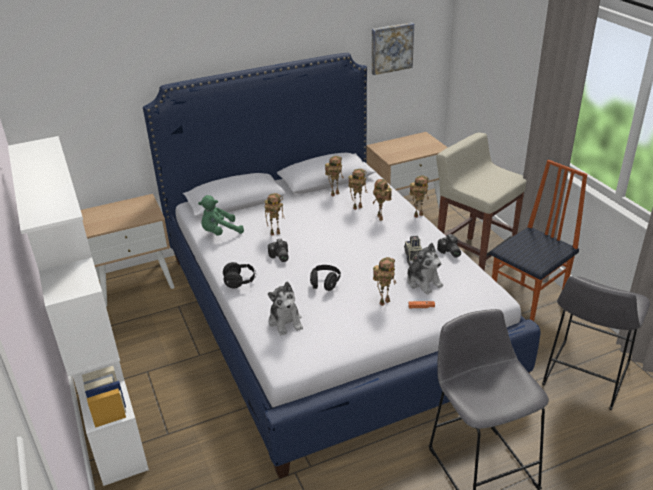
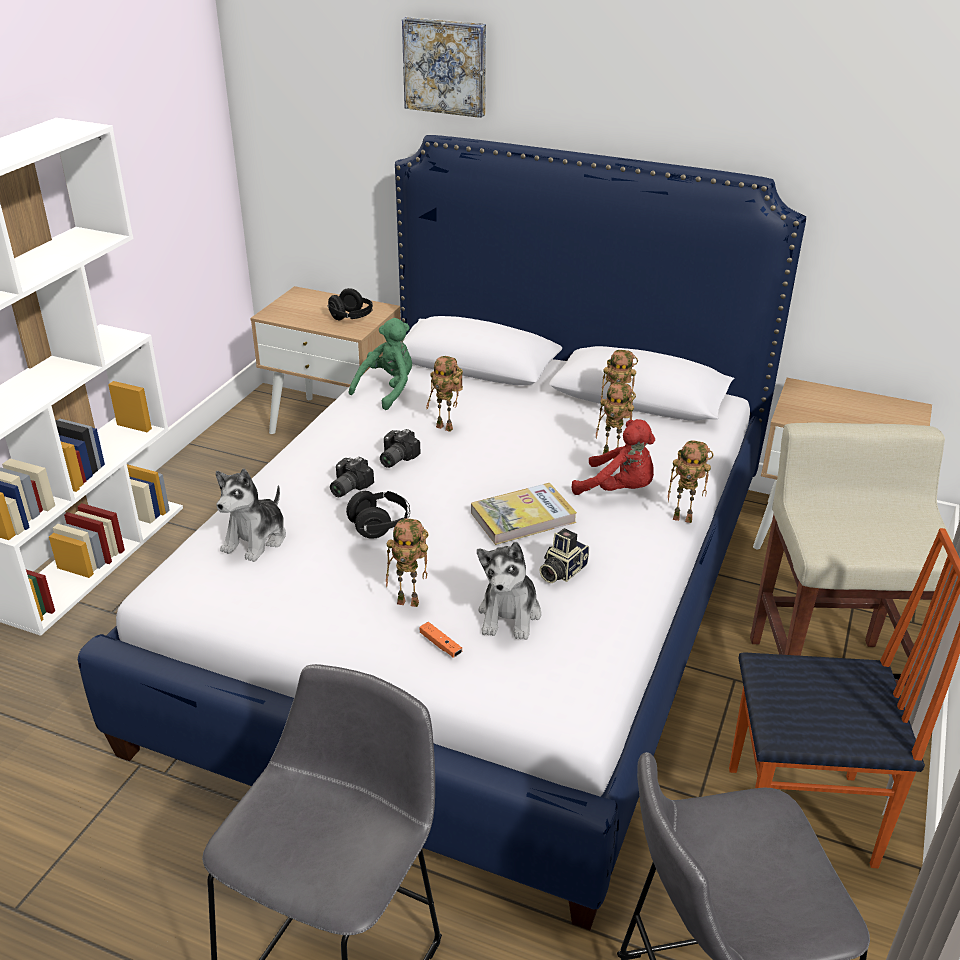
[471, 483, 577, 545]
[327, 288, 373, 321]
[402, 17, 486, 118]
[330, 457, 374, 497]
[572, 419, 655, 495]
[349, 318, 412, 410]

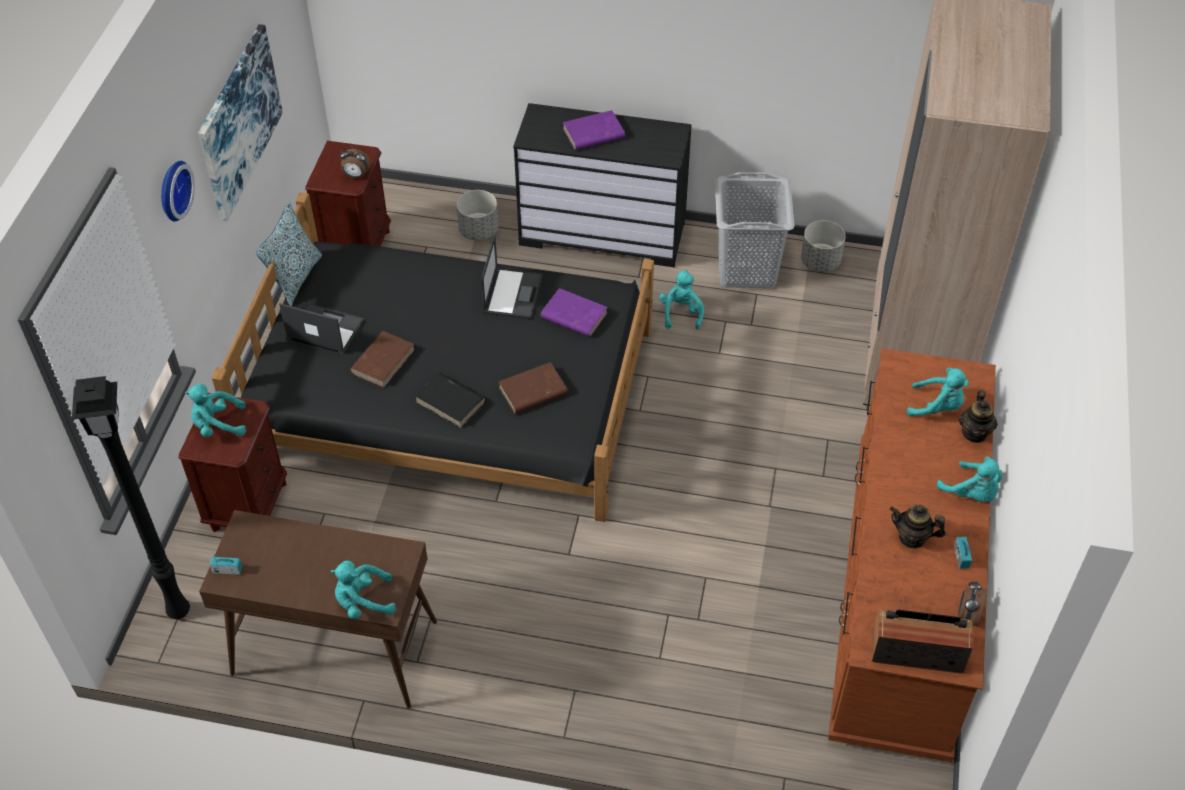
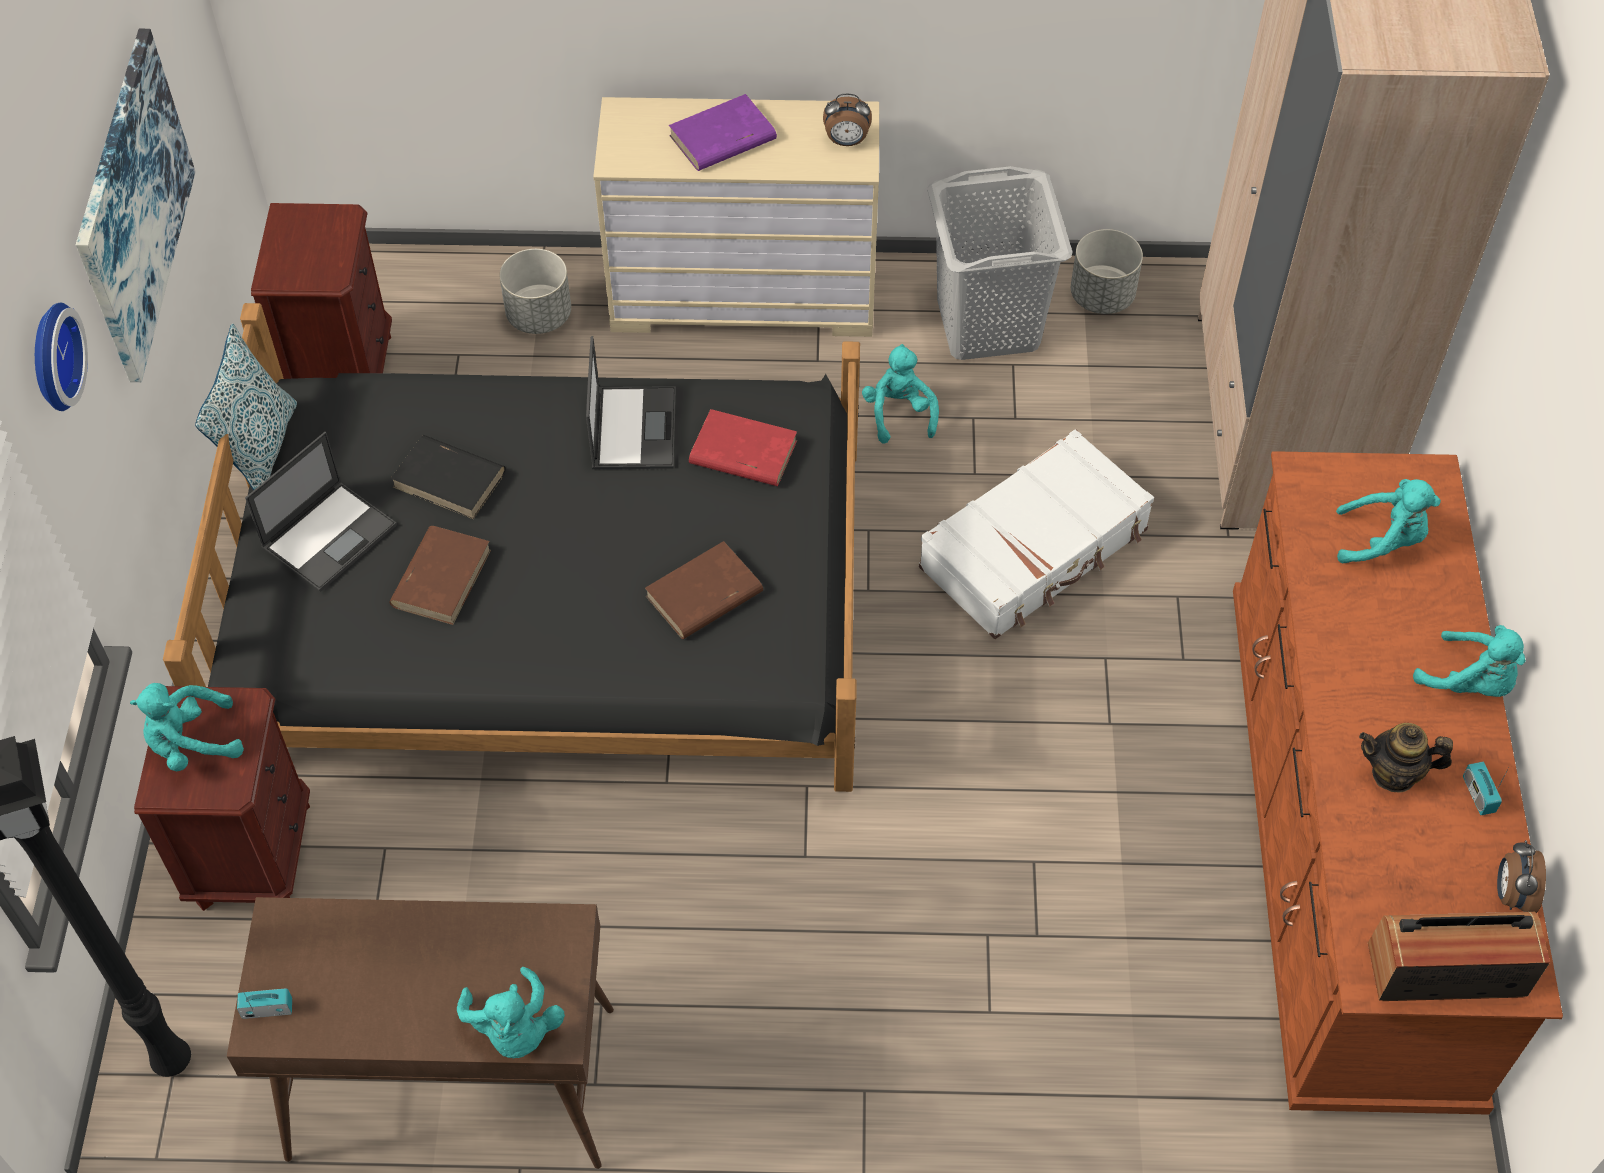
[959, 390, 998, 443] (first image)
[919, 429, 1154, 639]
[823, 94, 872, 146]
[390, 435, 506, 520]
[593, 97, 879, 337]
[689, 409, 797, 486]
[245, 432, 397, 592]
[457, 967, 565, 1058]

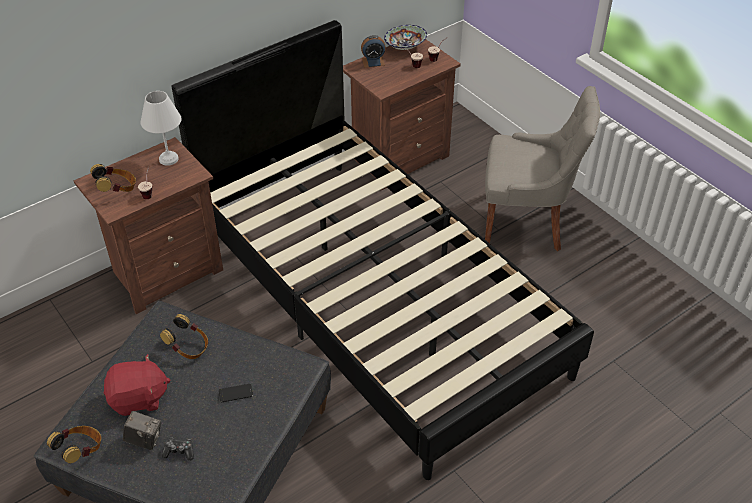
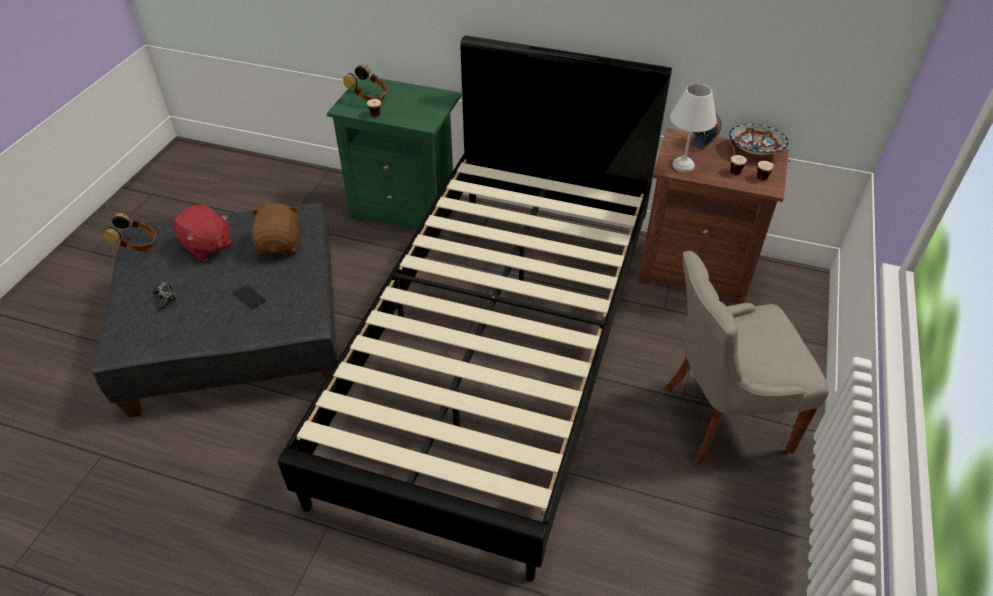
[123, 411, 161, 450] (first image)
[670, 84, 717, 172]
[250, 204, 299, 255]
[327, 76, 462, 238]
[664, 251, 829, 465]

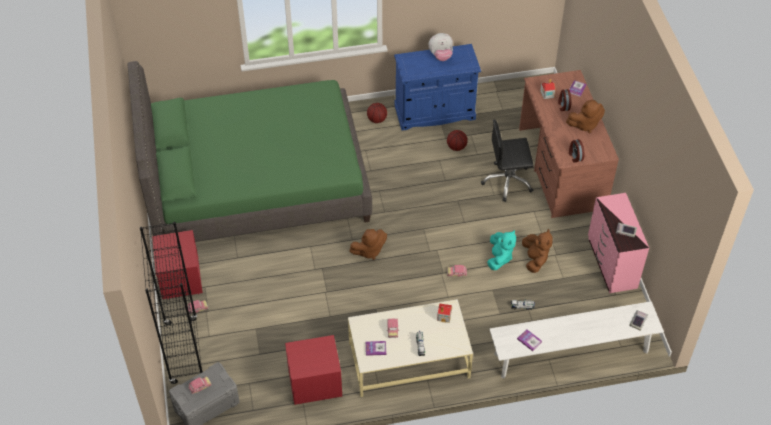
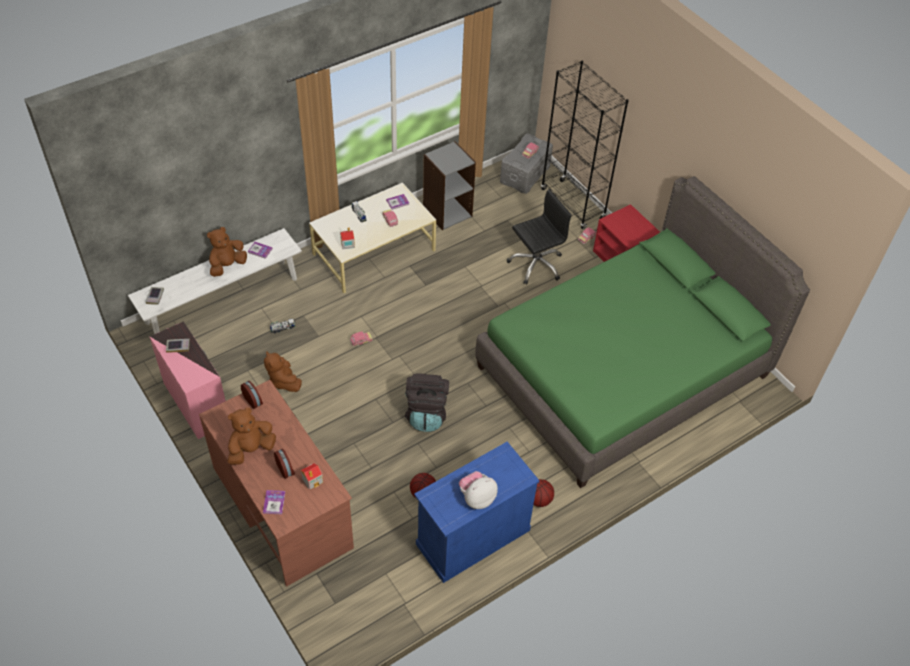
[487, 230, 516, 270] (first image)
[405, 373, 449, 432]
[207, 227, 247, 277]
[507, 189, 572, 285]
[423, 141, 476, 230]

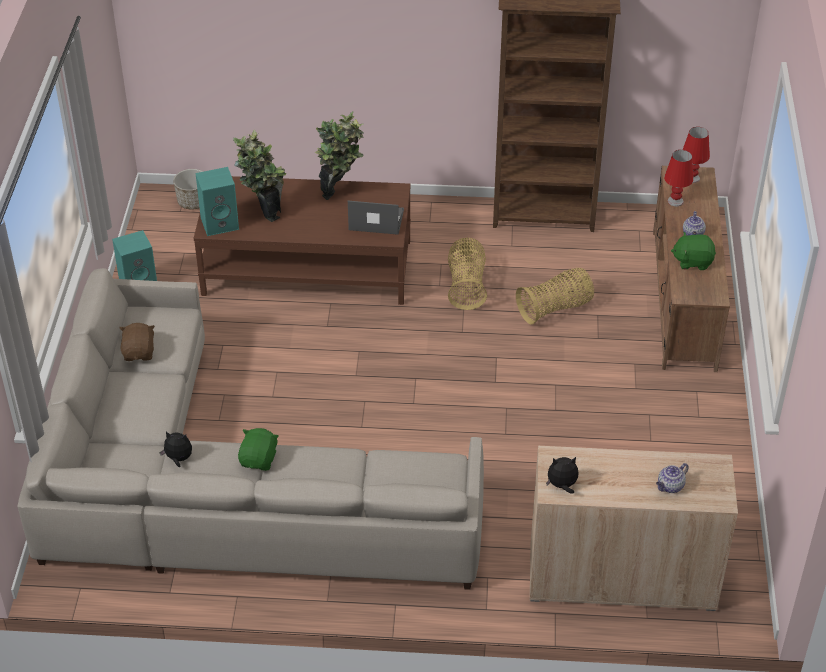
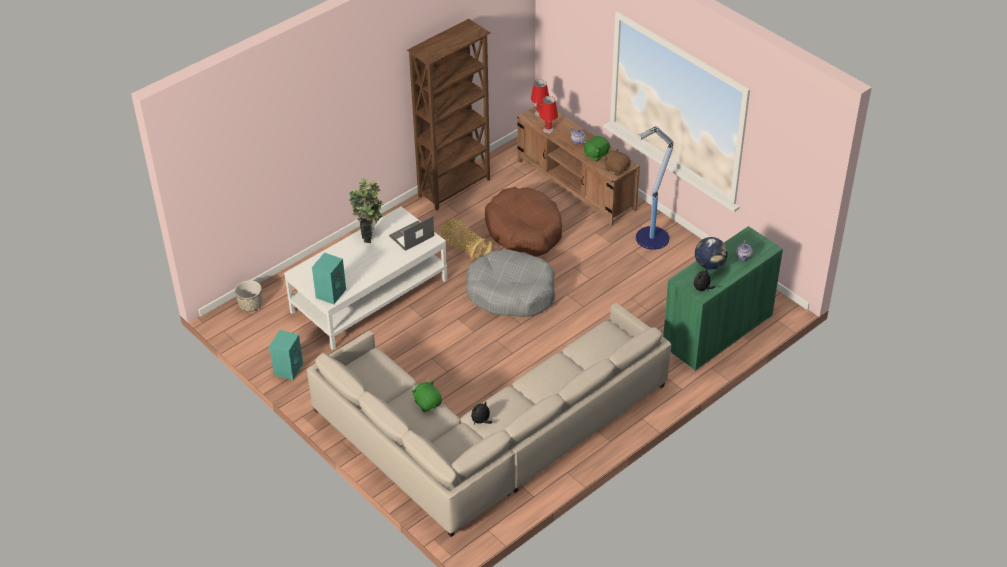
[233, 130, 286, 222] (first image)
[466, 249, 555, 317]
[636, 126, 673, 250]
[695, 237, 728, 270]
[604, 149, 631, 176]
[412, 381, 442, 412]
[485, 187, 562, 257]
[284, 207, 447, 350]
[663, 226, 783, 371]

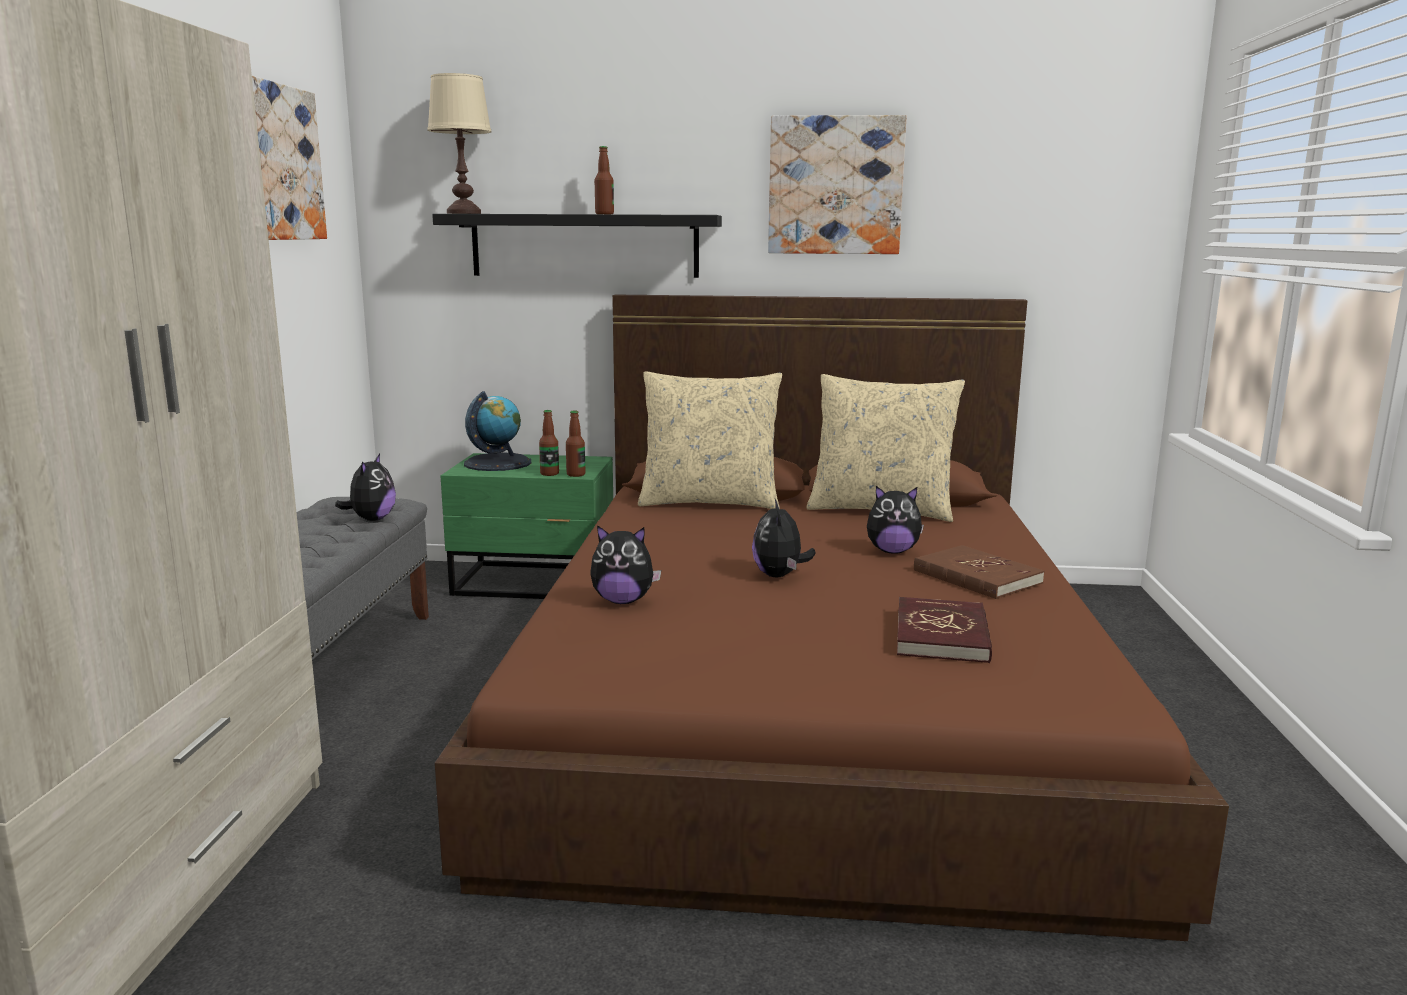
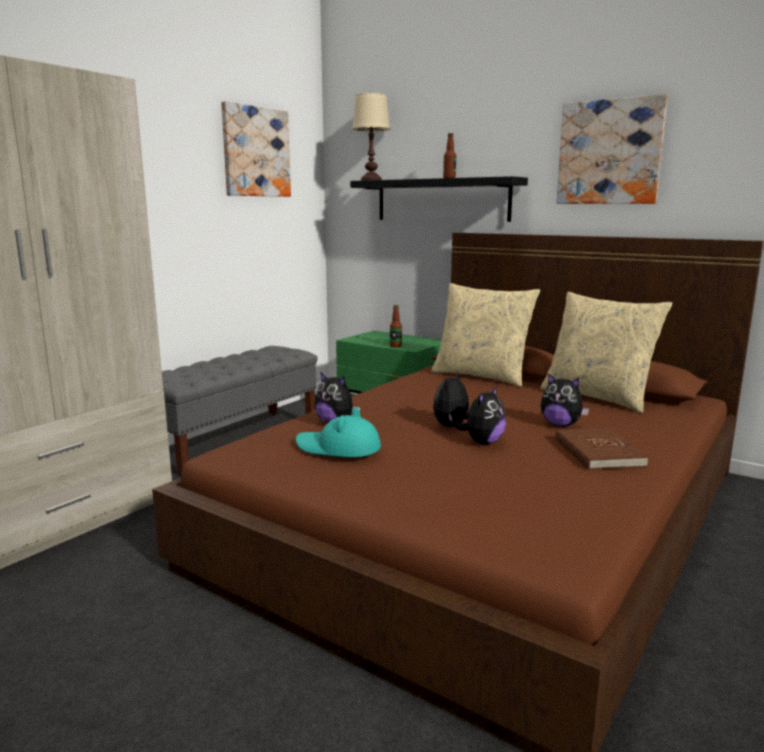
[464, 391, 532, 471] (first image)
[566, 411, 586, 477] (first image)
[897, 597, 992, 663] (first image)
[296, 407, 381, 457]
[454, 386, 506, 445]

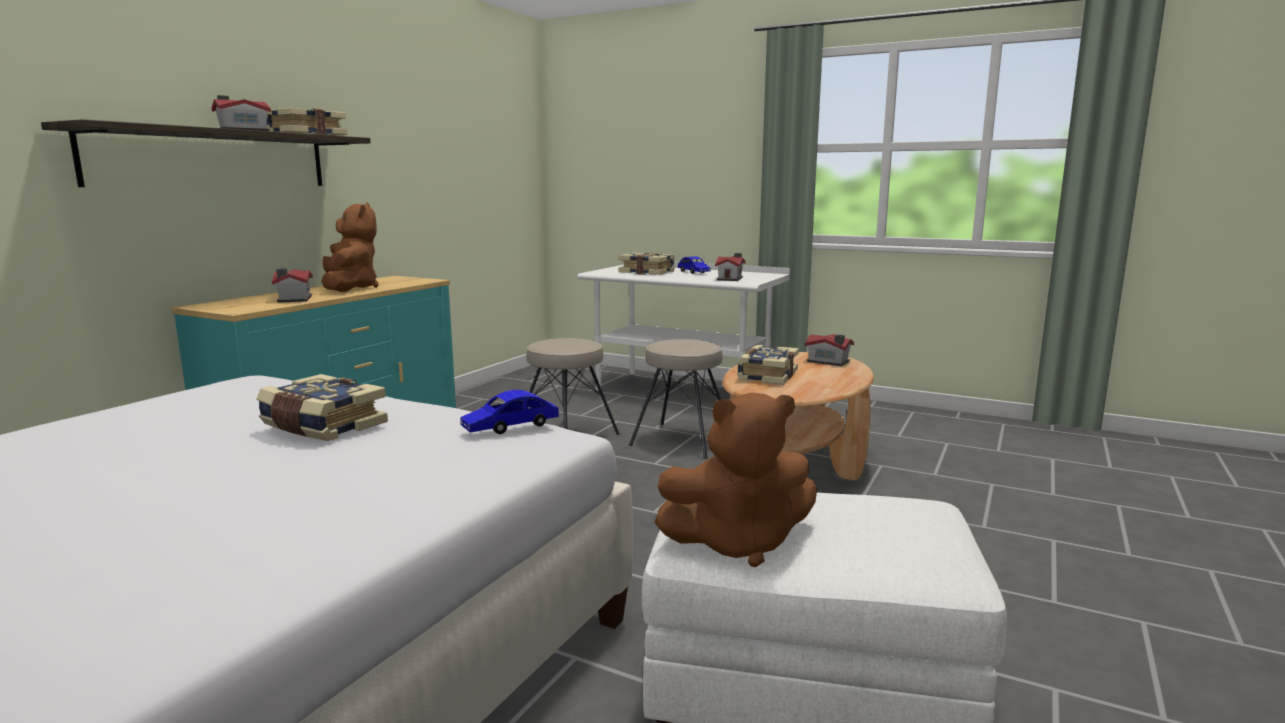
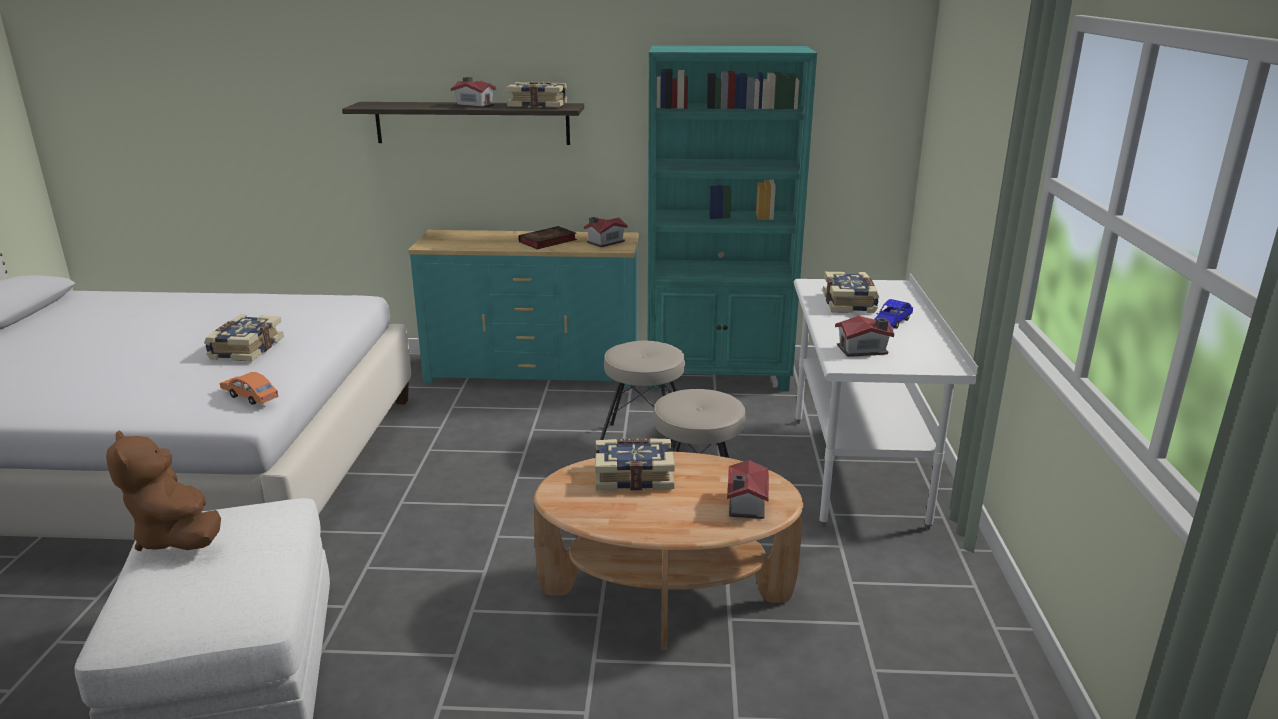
[648, 45, 817, 391]
[584, 217, 628, 247]
[518, 226, 577, 249]
[220, 372, 279, 405]

